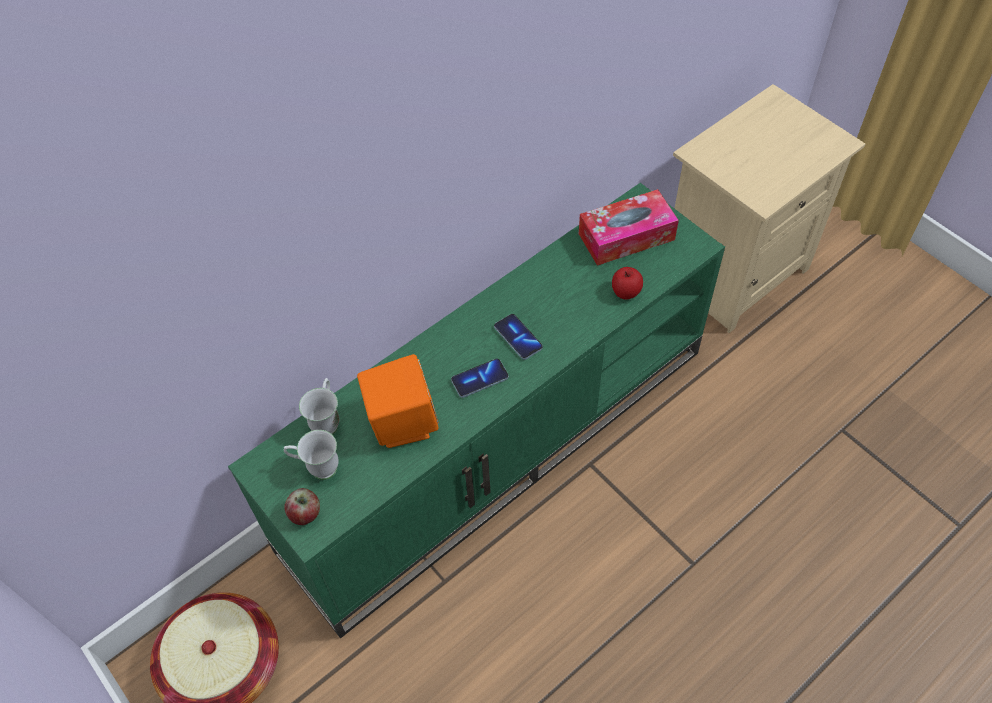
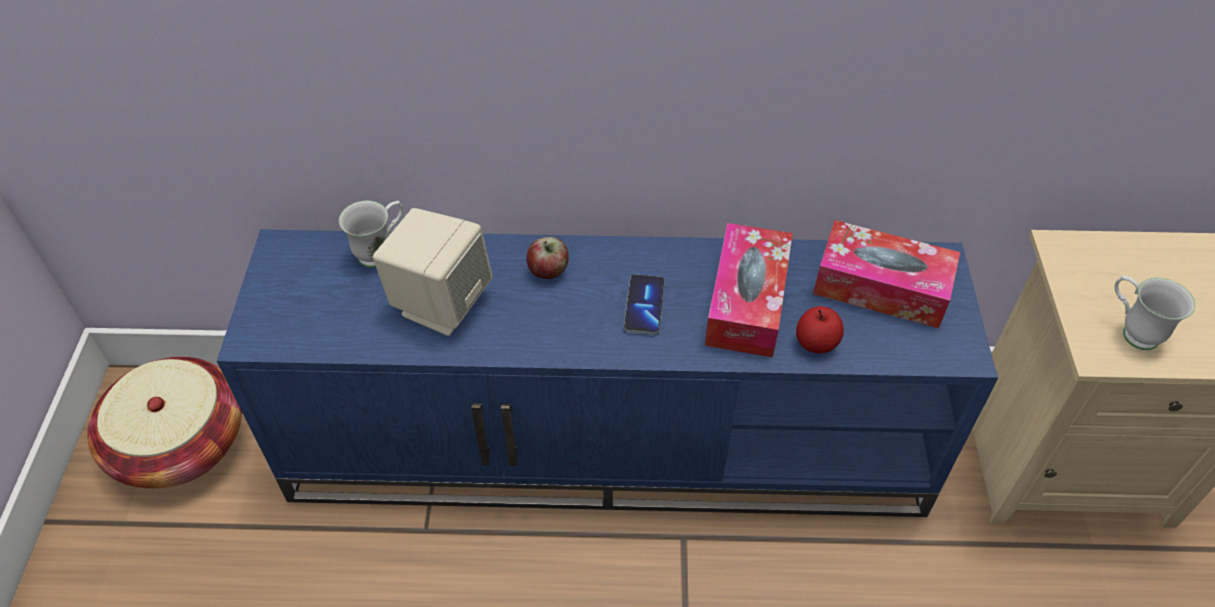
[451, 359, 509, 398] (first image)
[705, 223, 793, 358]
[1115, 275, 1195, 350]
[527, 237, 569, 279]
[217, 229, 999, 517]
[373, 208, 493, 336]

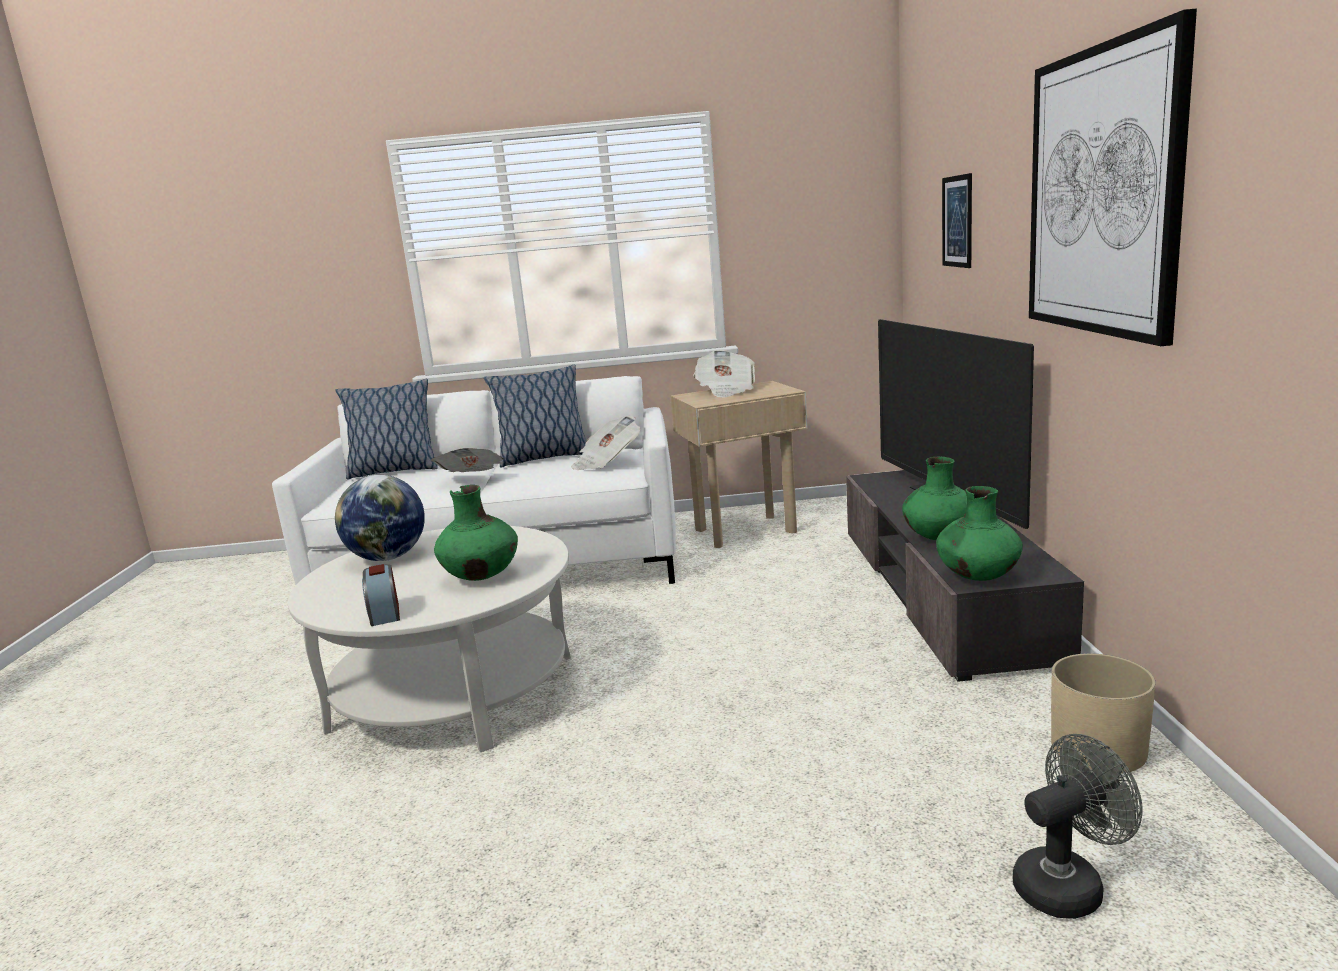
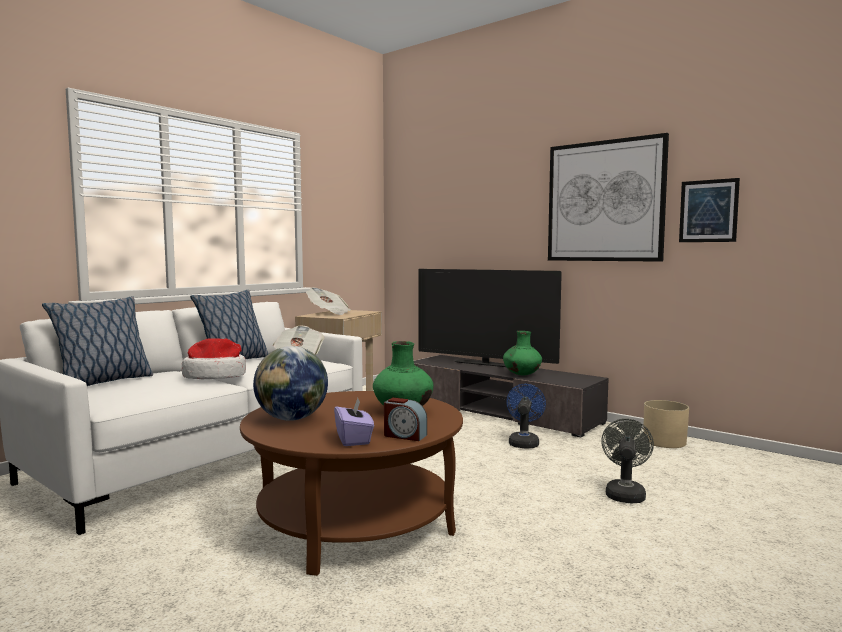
[936, 486, 1023, 581] (first image)
[334, 398, 374, 446]
[506, 384, 546, 449]
[679, 178, 740, 242]
[601, 419, 654, 504]
[182, 338, 246, 379]
[240, 391, 463, 576]

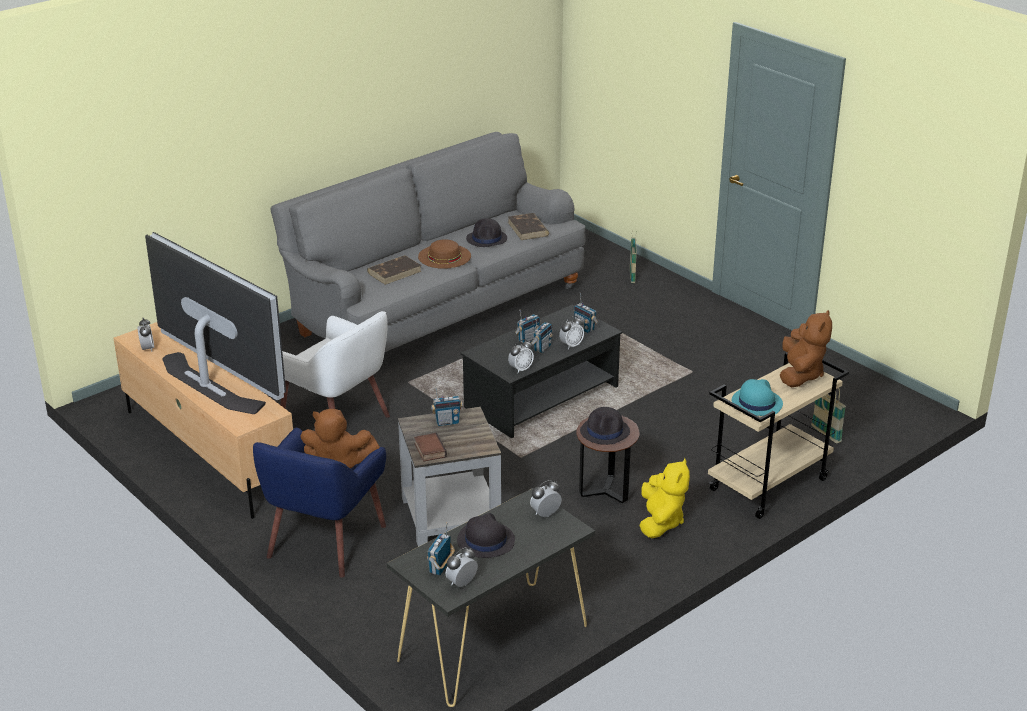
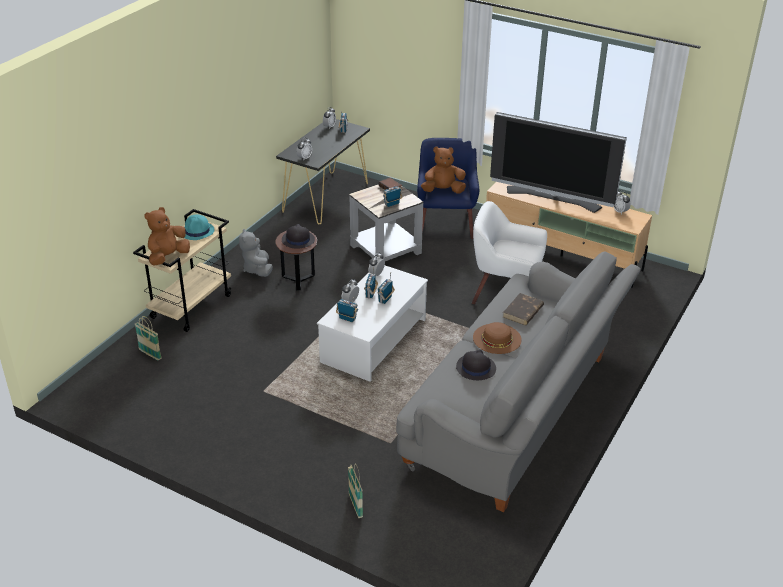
[457, 513, 515, 558] (first image)
[508, 213, 549, 240] (first image)
[317, 266, 428, 382]
[239, 229, 273, 277]
[144, 207, 190, 266]

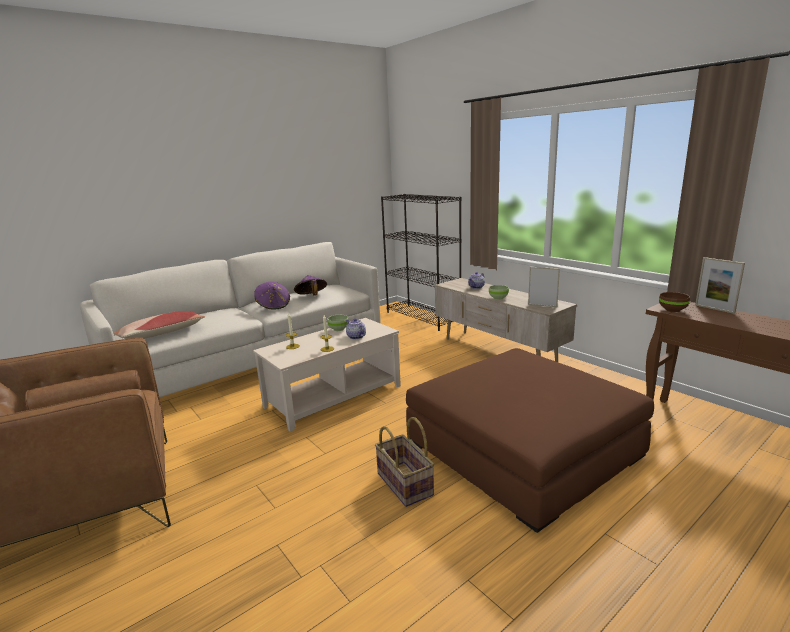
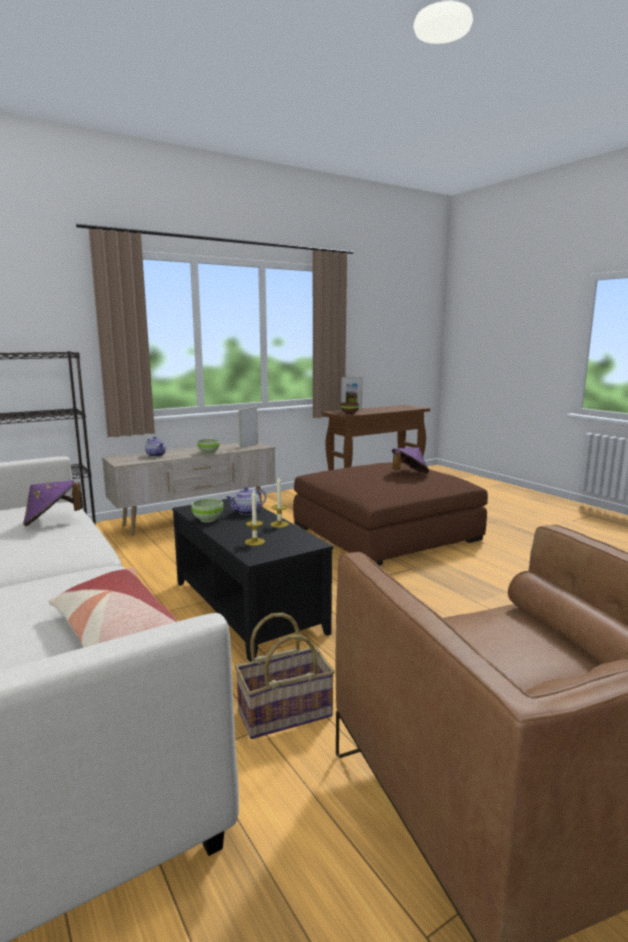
[392, 447, 429, 473]
[235, 613, 335, 739]
[172, 498, 333, 662]

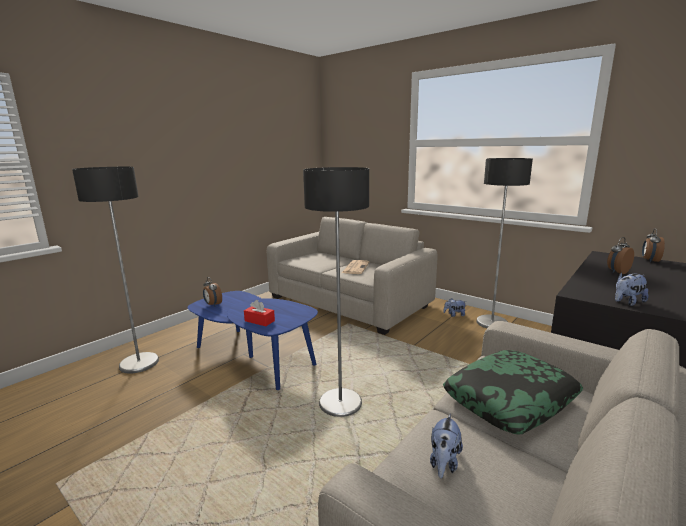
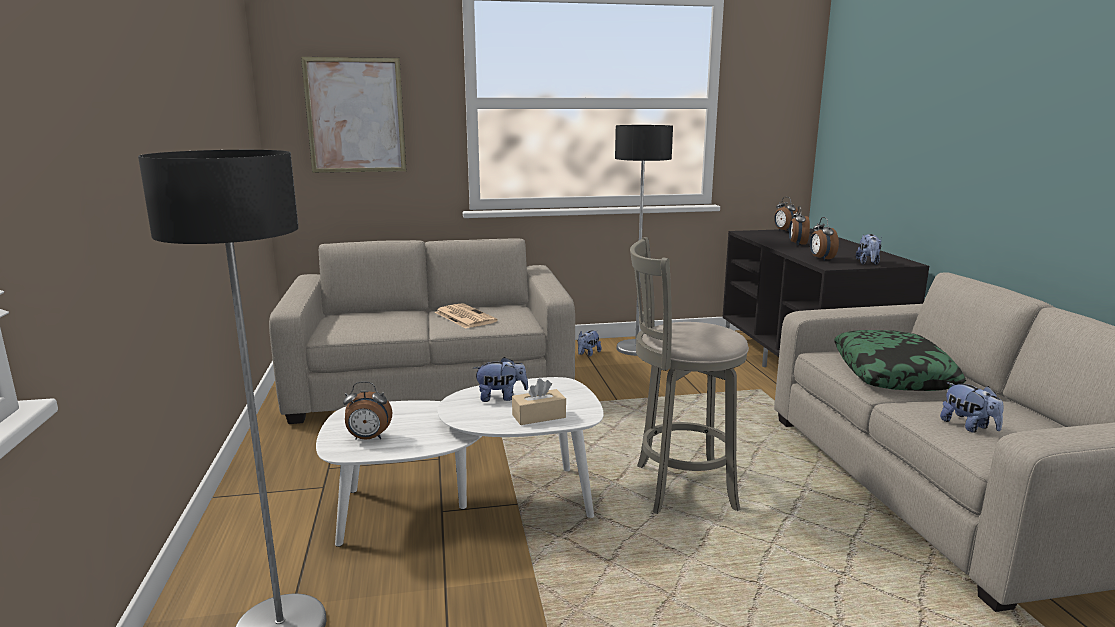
[301, 57, 407, 173]
[473, 357, 528, 402]
[810, 217, 839, 261]
[630, 237, 749, 514]
[316, 377, 603, 547]
[512, 378, 566, 425]

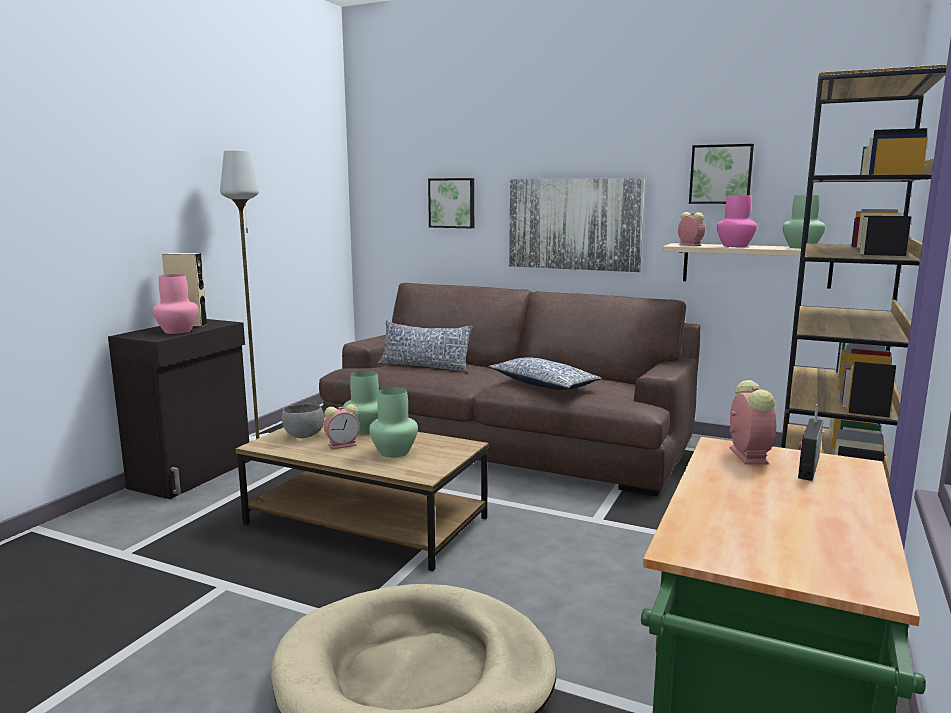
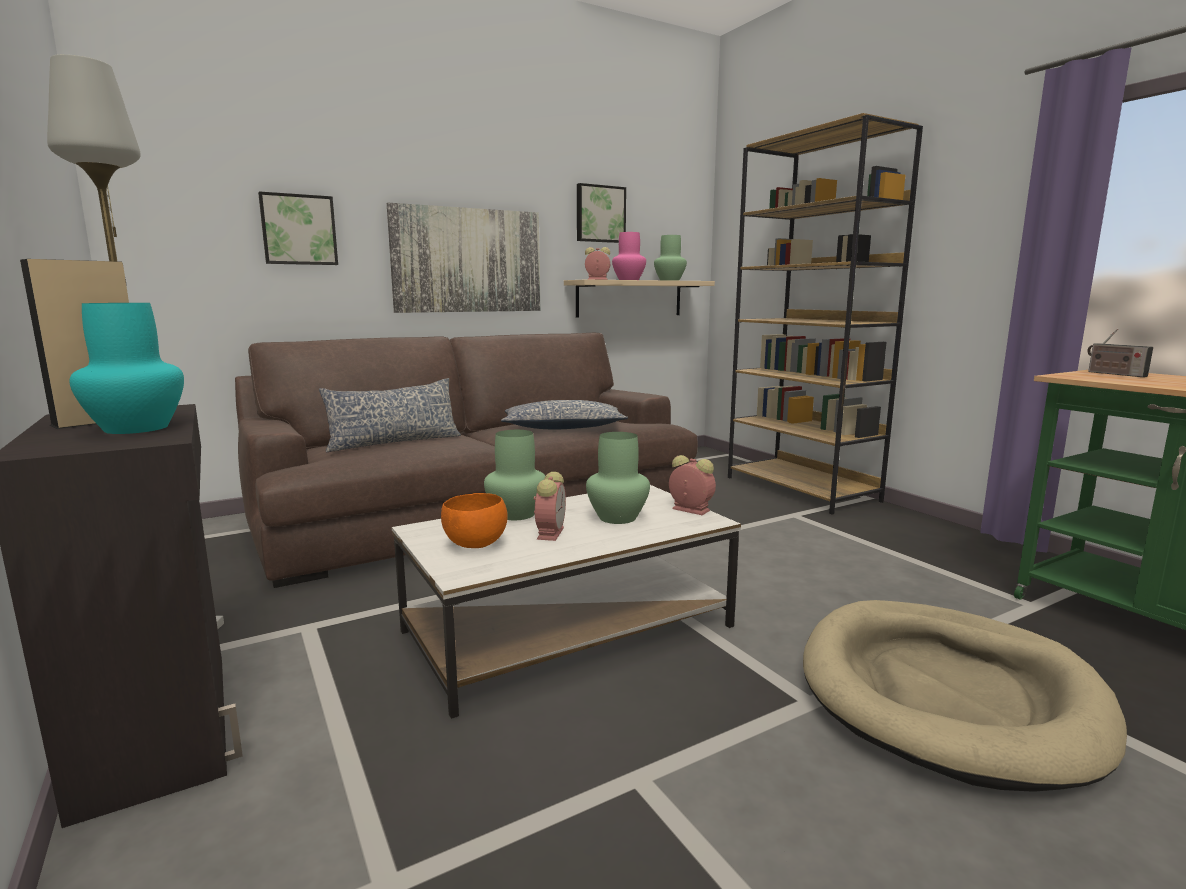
[669, 455, 716, 515]
[69, 303, 184, 434]
[392, 485, 741, 719]
[441, 493, 508, 548]

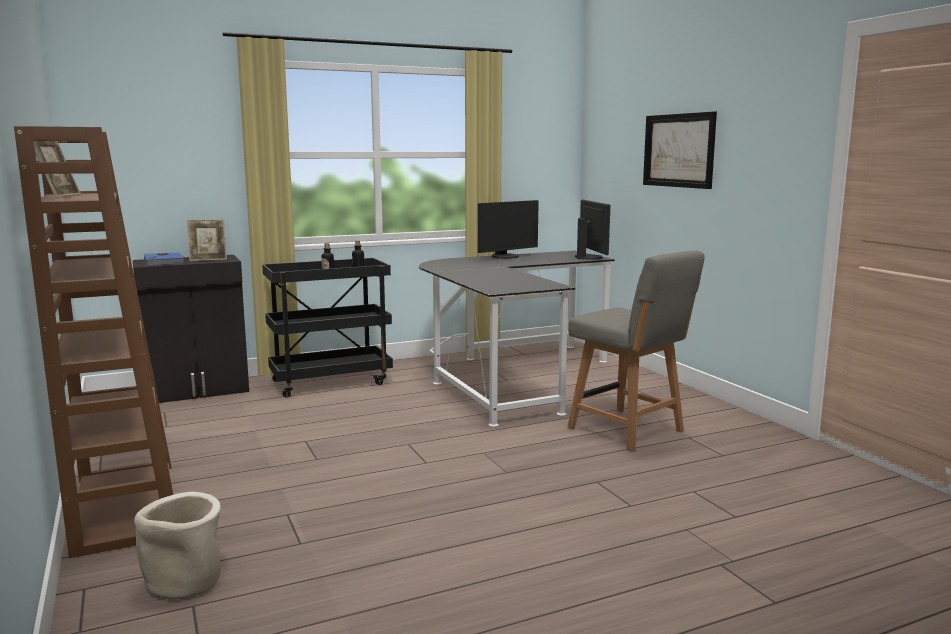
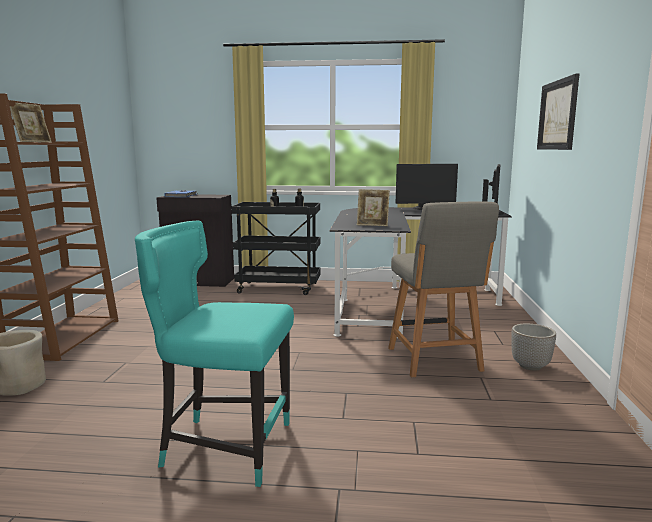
[135, 221, 294, 487]
[511, 324, 556, 370]
[357, 189, 390, 226]

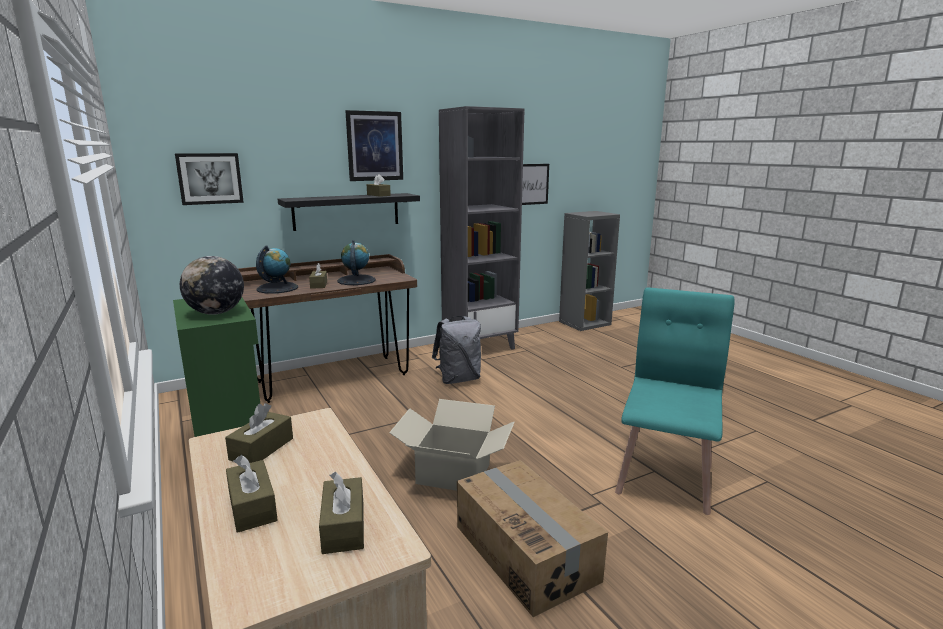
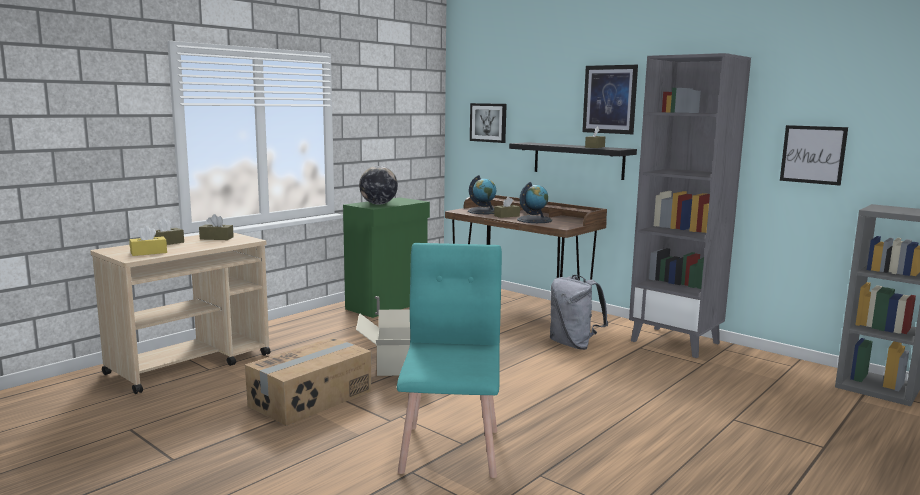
[129, 226, 167, 256]
[397, 243, 502, 478]

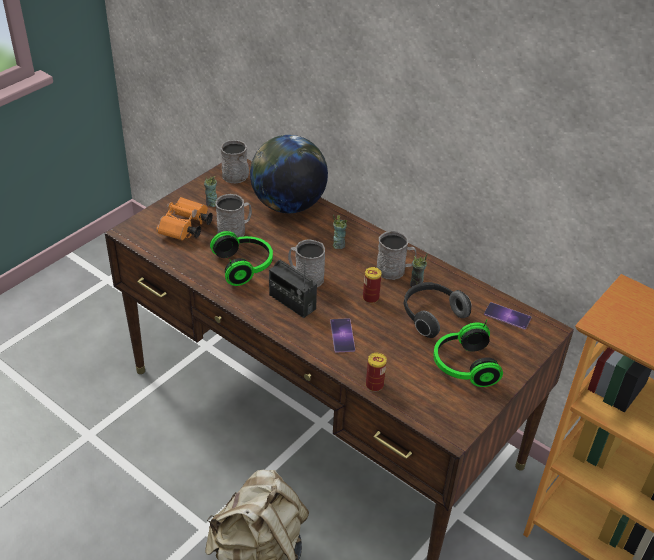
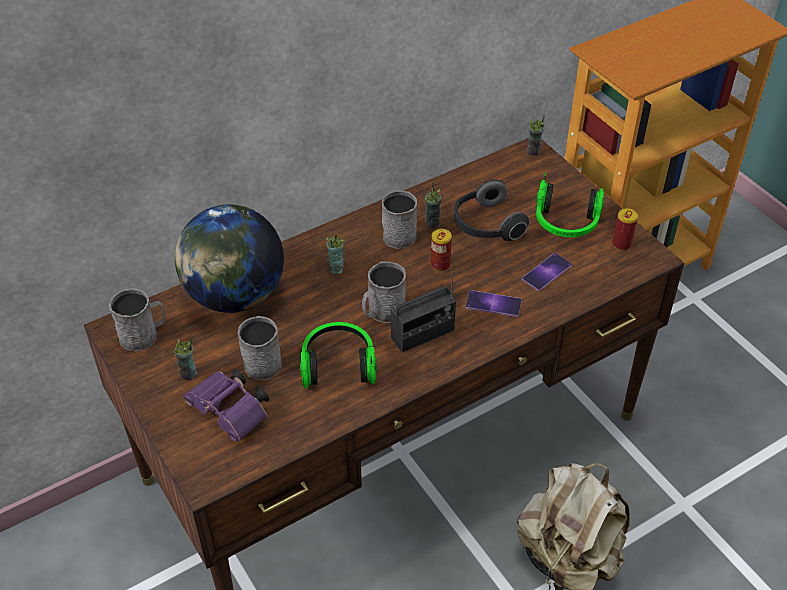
[527, 115, 545, 156]
[612, 208, 638, 251]
[522, 253, 572, 291]
[184, 369, 269, 442]

